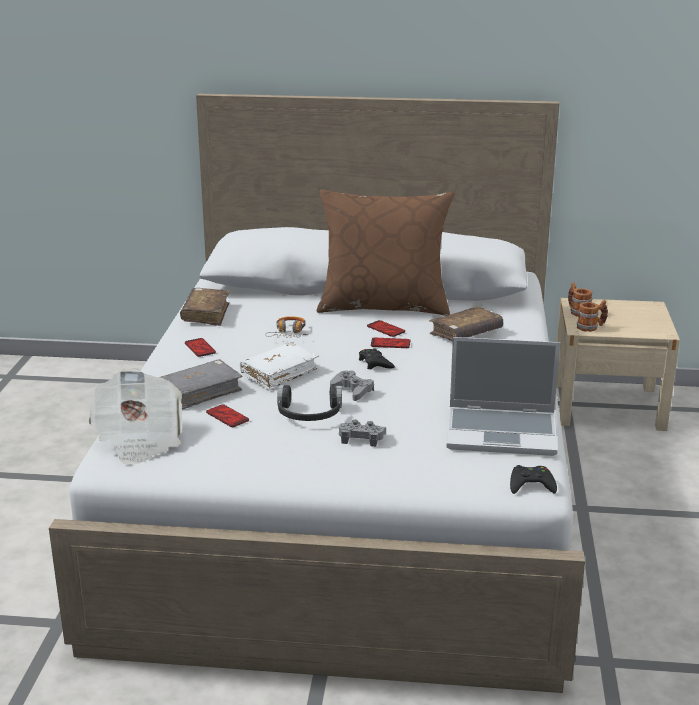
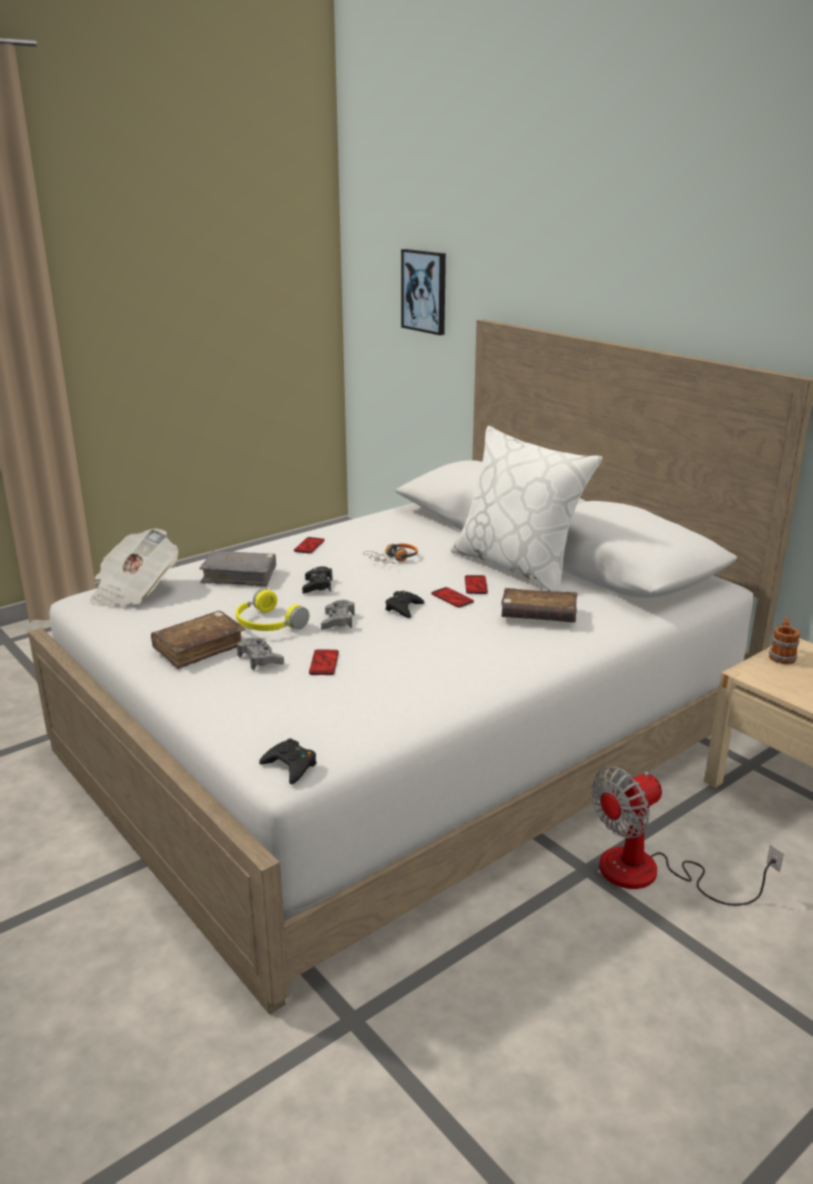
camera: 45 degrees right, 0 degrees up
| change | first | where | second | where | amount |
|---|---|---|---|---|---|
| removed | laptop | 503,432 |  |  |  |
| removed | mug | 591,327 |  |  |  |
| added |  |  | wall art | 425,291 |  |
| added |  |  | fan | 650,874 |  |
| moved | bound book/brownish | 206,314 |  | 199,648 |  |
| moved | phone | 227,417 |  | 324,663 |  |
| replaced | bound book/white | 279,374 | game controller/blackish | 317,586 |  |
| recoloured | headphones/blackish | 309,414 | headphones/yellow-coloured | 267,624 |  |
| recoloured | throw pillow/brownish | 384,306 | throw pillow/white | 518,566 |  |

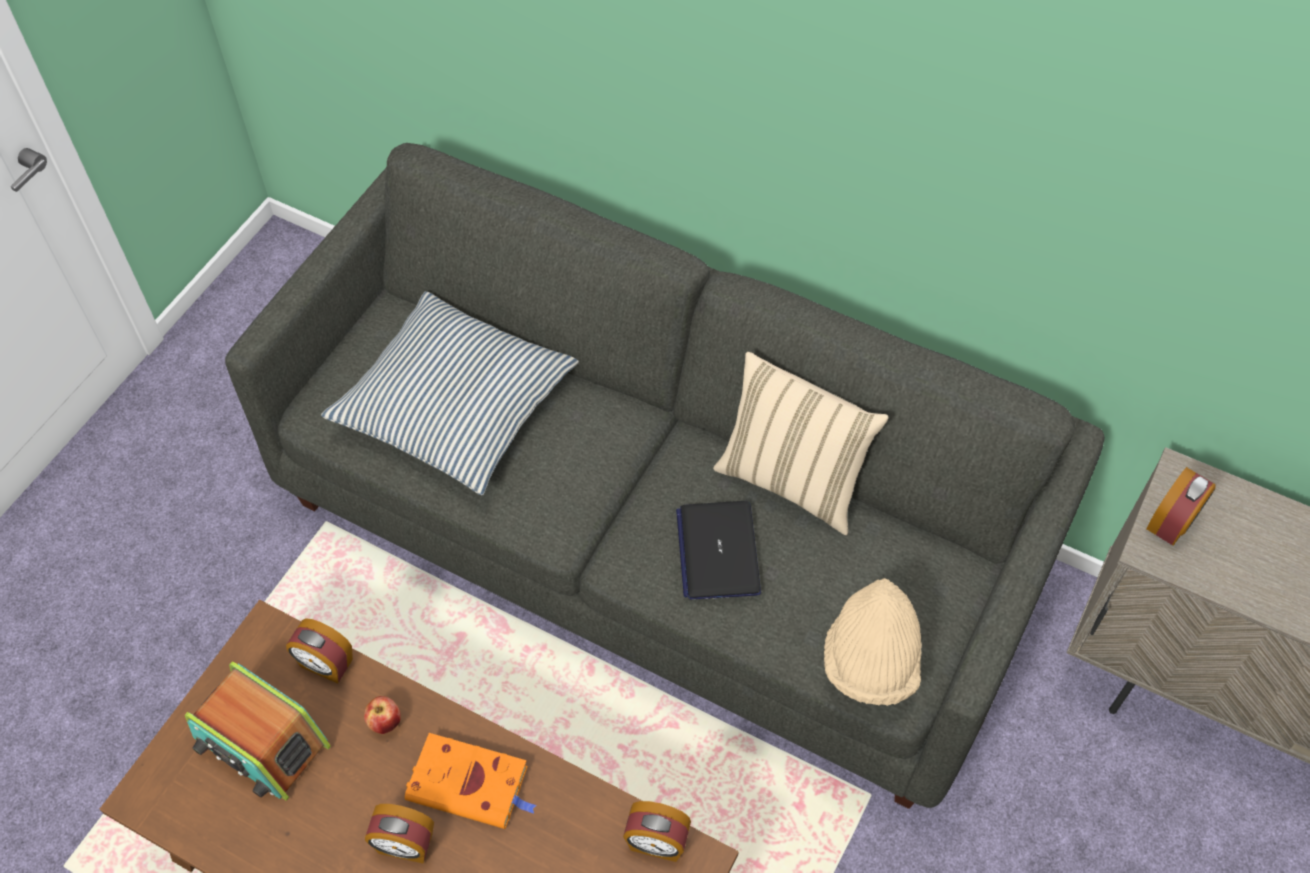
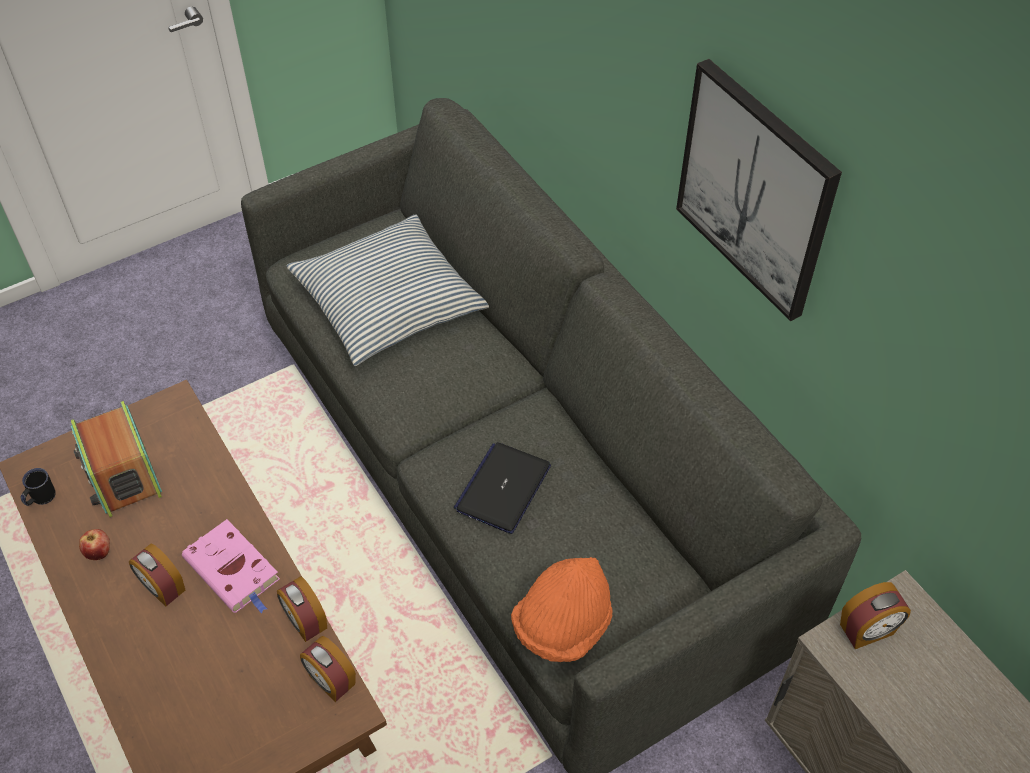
camera: 30 degrees right, 5 degrees down
| change | first | where | second | where | amount |
|---|---|---|---|---|---|
| removed | throw pillow/sand-coloured | 792,481 |  |  |  |
| added |  |  | mug/blackish | 40,498 |  |
| added |  |  | wall art | 756,189 |  |
| moved | alarm clock | 325,664 |  | 305,621 |  |
| moved | apple fruit | 385,722 |  | 99,553 |  |
| recoloured | bound book/orange-coloured | 471,784 | bound book/pink | 234,571 |  |
| recoloured | clothing hat/sand-coloured | 870,661 | clothing hat/orange-coloured | 562,625 |  |

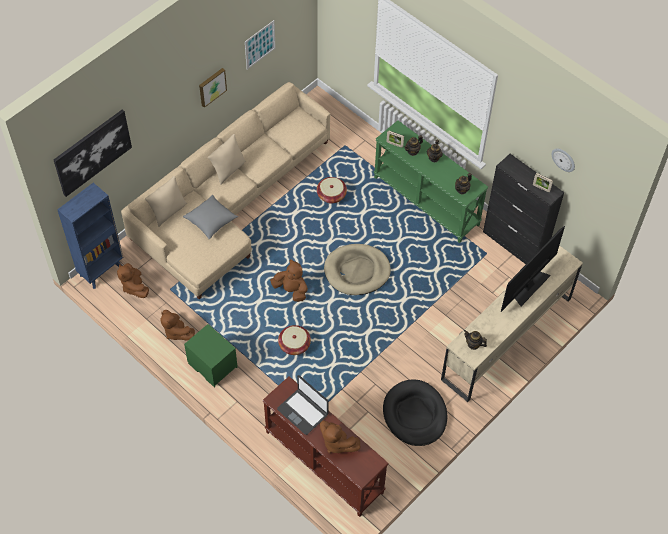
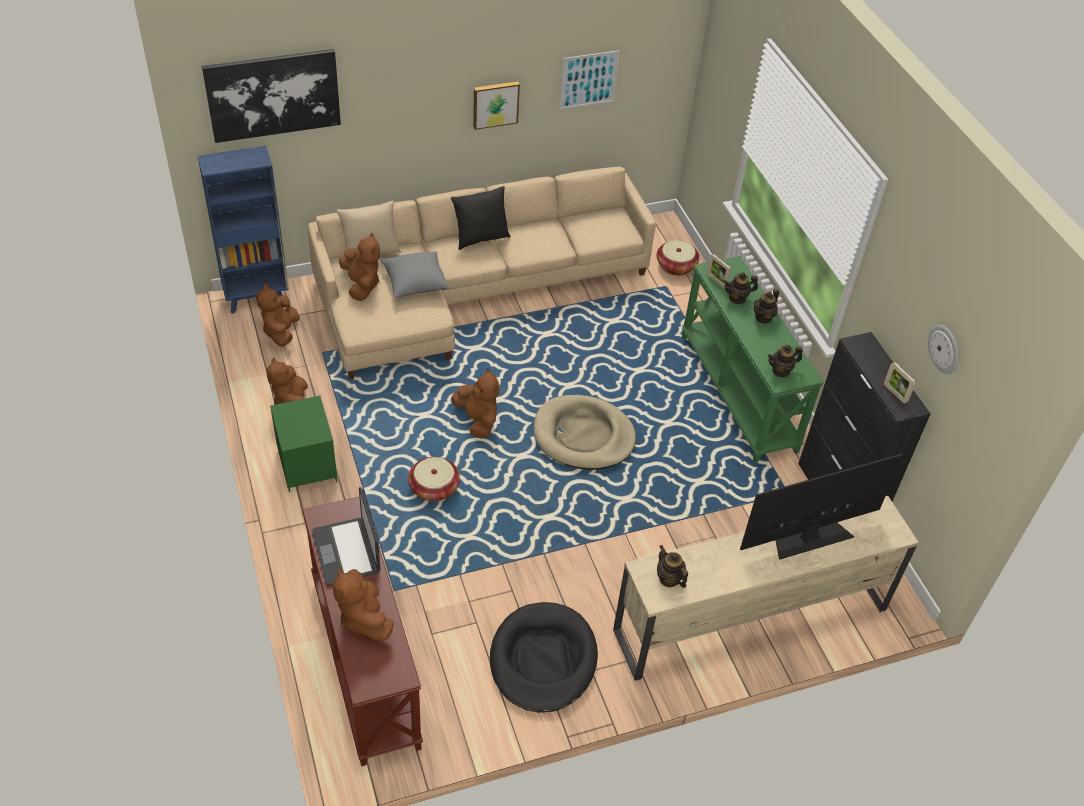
camera: 25 degrees right, 10 degrees down
| change | first | where | second | where | amount |
|---|---|---|---|---|---|
| added |  |  | soft toy/brownish | 361,285 |  |
| moved | basket | 331,195 |  | 676,266 |  |
| recoloured | throw pillow/sand-coloured | 228,170 | throw pillow/blackish | 480,238 |  |

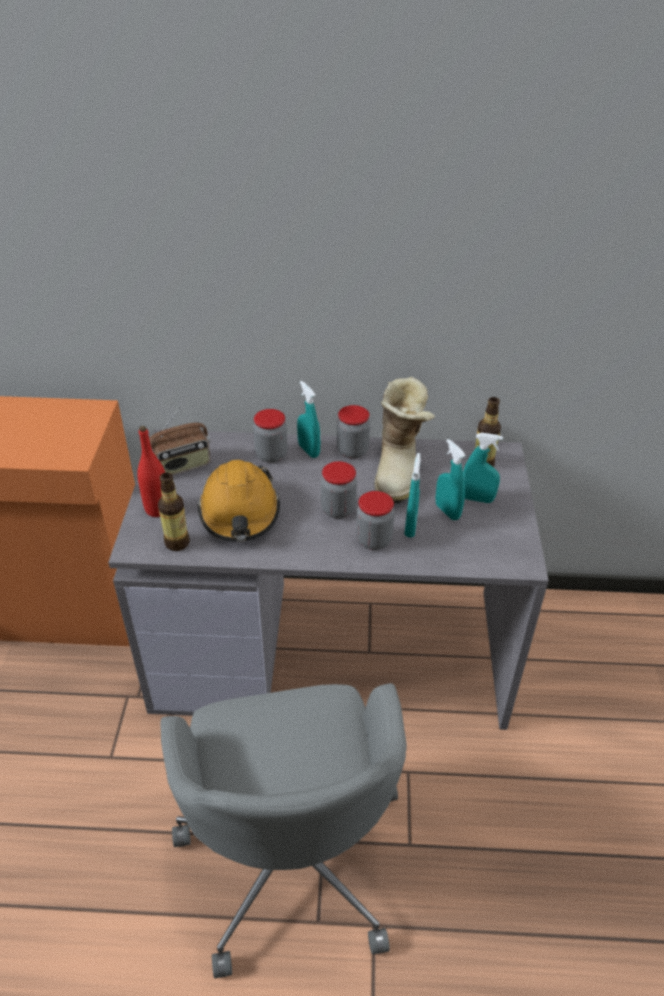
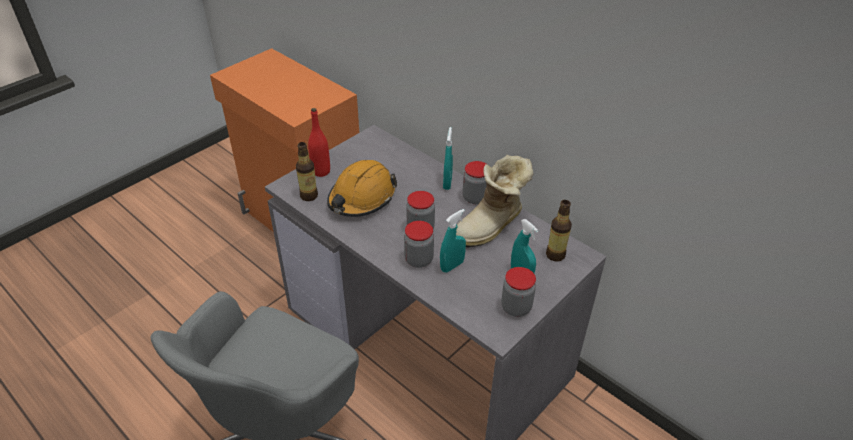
camera: 40 degrees right, 0 degrees up
| change | first | where | second | where | amount |
|---|---|---|---|---|---|
| removed | radio | 182,465 |  |  |  |
| removed | spray bottle/turquoise-coloured | 447,511 |  |  |  |
| moved | jar | 271,455 |  | 516,307 |  |

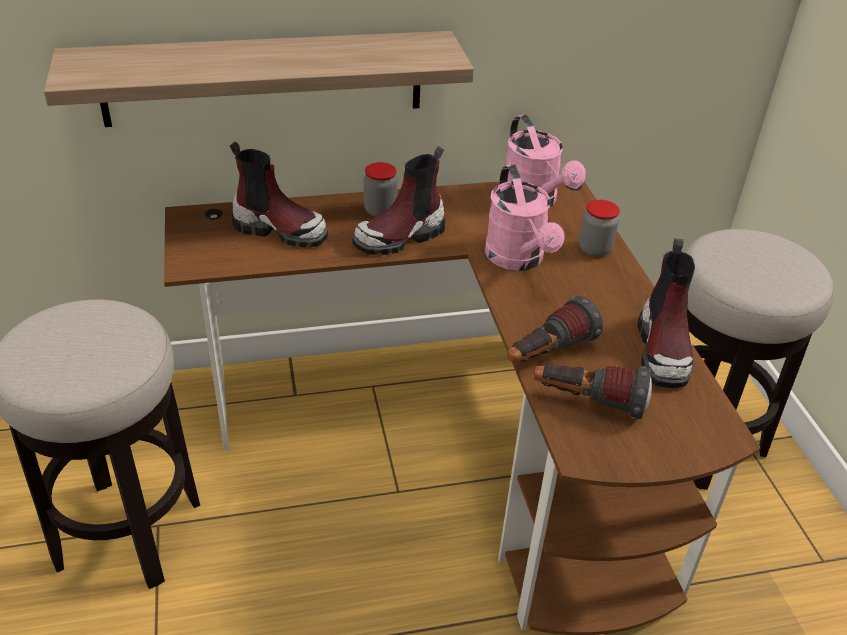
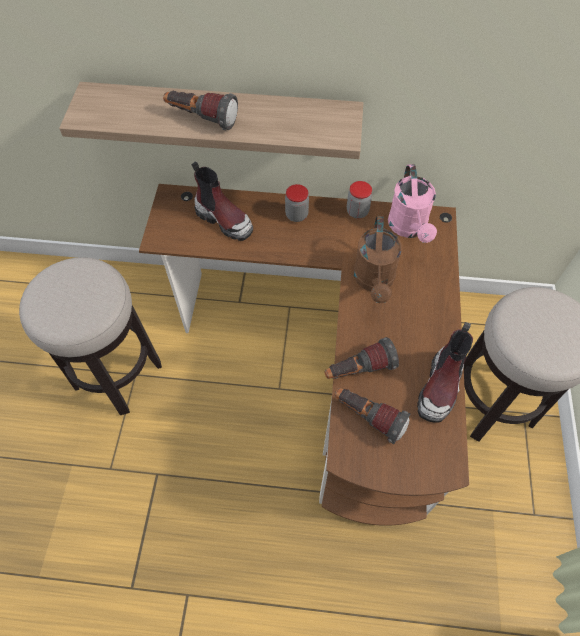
camera: 20 degrees right, 20 degrees up
| change | first | where | second | where | amount |
|---|---|---|---|---|---|
| removed | tall boot | 400,237 |  |  |  |
| added |  |  | hand torch | 201,119 |  |
| moved | jar | 595,249 |  | 357,211 |  |
| recoloured | sprinkling can/pink | 518,260 | sprinkling can/brownish | 374,281 |  |

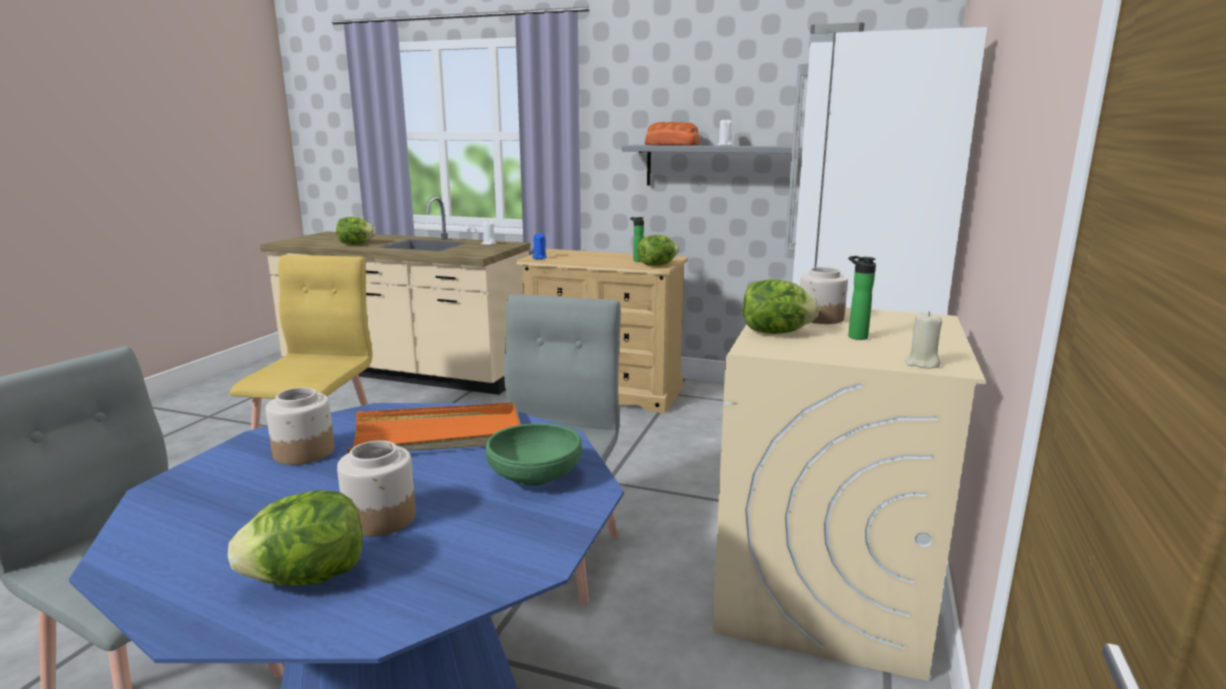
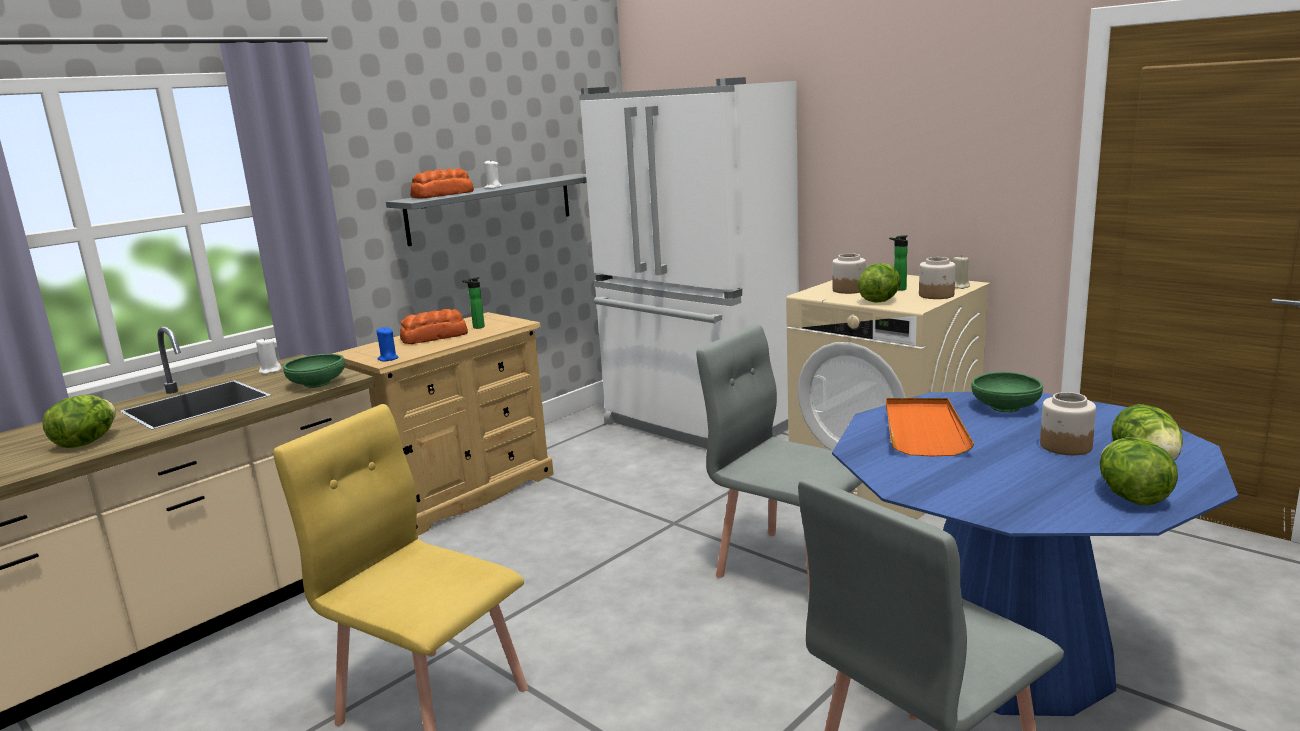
camera: 65 degrees left, 0 degrees up
| change | first | where | second | where | amount |
|---|---|---|---|---|---|
| added |  |  | deep dish/greenish | 317,384 |  |
| added |  |  | baked bread | 435,337 |  |
| moved | jar | 303,453 |  | 936,295 |  |
| moved | head of lettuce | 657,265 |  | 1132,497 |  |

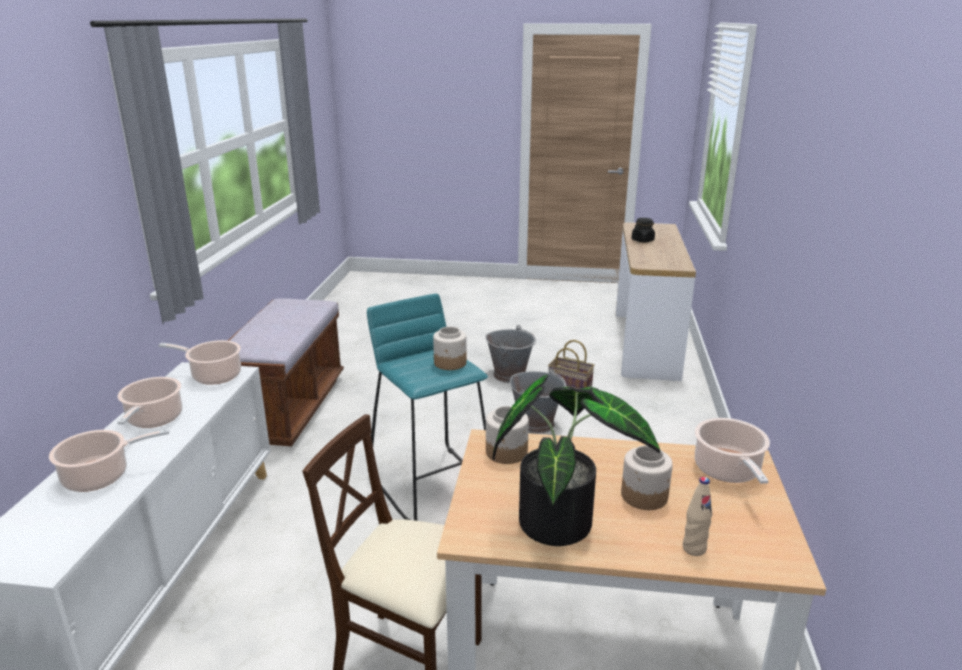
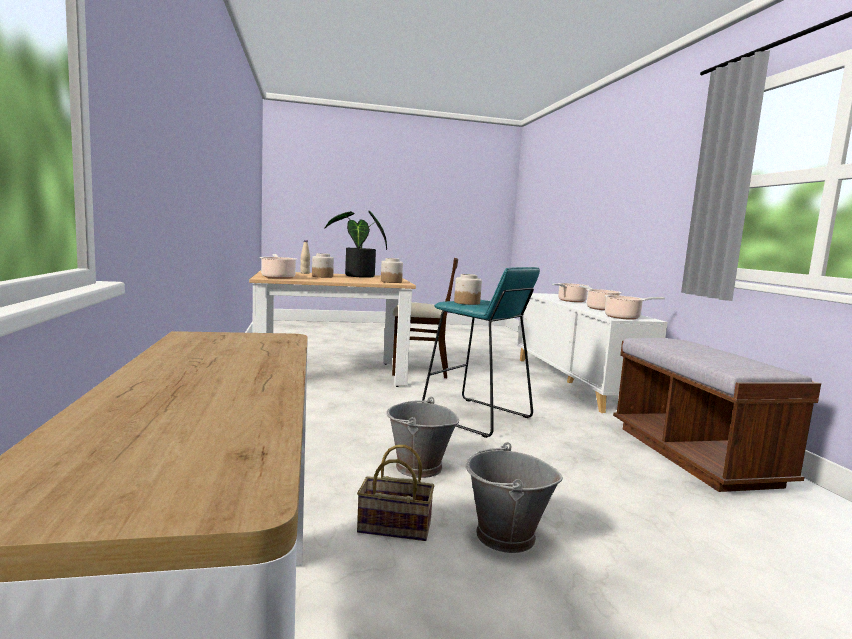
camera: 160 degrees right, 15 degrees down
| change | first | where | second | where | amount |
|---|---|---|---|---|---|
| removed | jar/blackish | 642,240 |  |  |  |

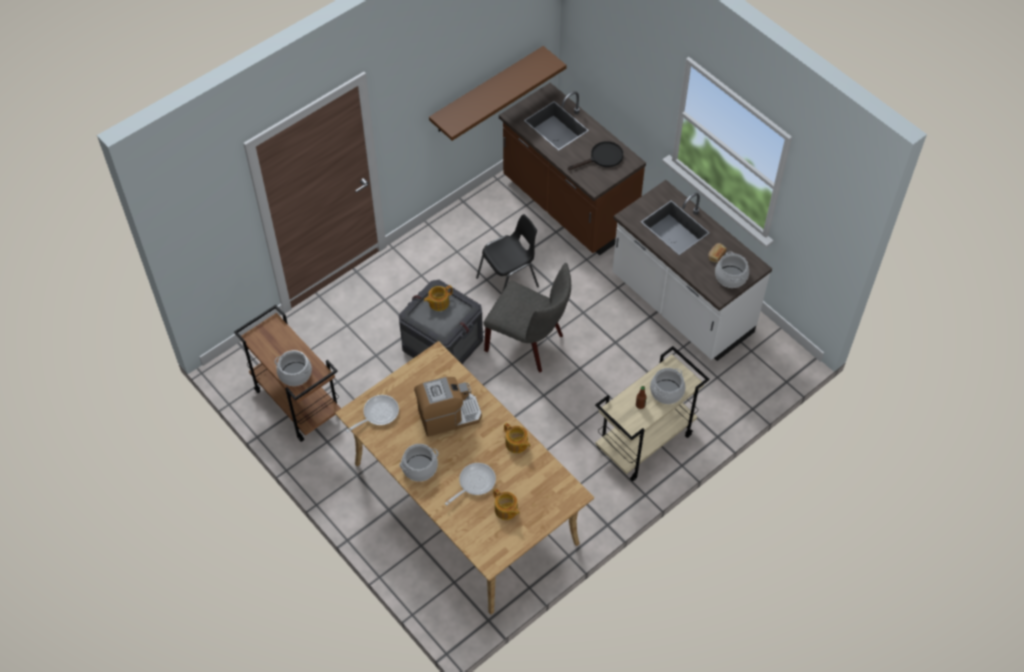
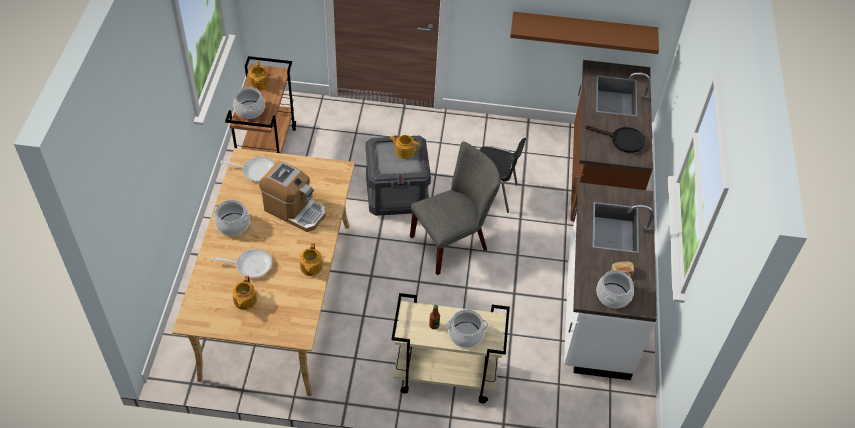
camera: 45 degrees right, 5 degrees down
| change | first | where | second | where | amount |
|---|---|---|---|---|---|
| added |  |  | tea pot | 259,83 |  |
| turned | chair/greyish | 529,343 |  | 453,241 | 105 degrees counterclockwise |

